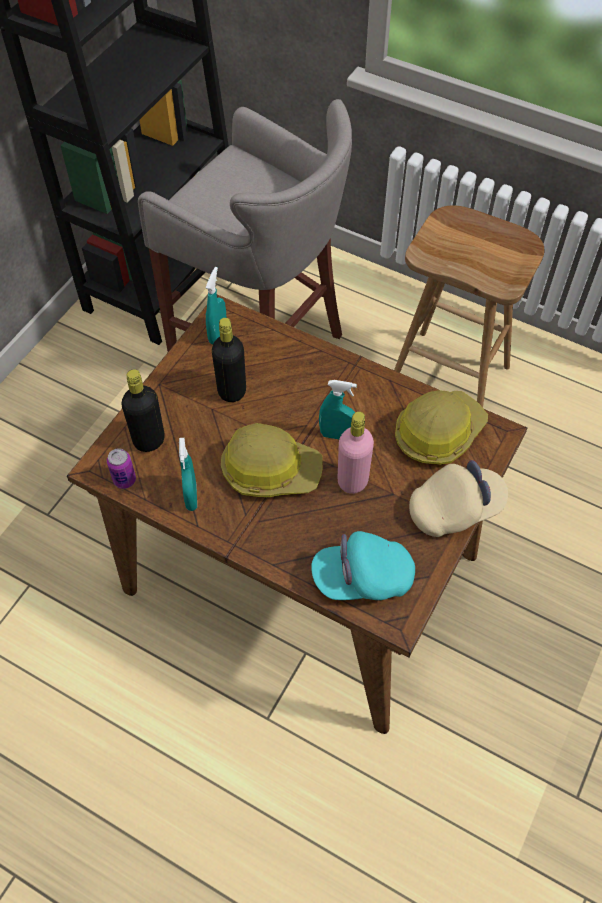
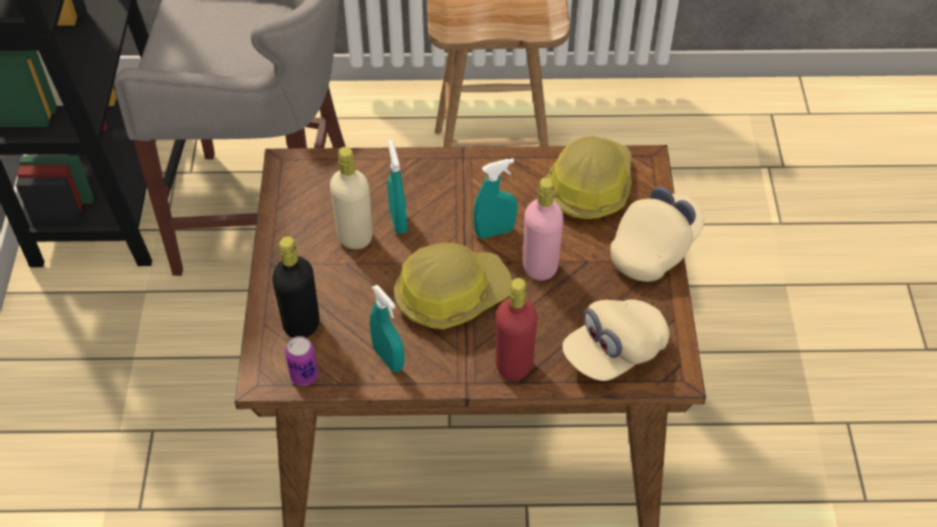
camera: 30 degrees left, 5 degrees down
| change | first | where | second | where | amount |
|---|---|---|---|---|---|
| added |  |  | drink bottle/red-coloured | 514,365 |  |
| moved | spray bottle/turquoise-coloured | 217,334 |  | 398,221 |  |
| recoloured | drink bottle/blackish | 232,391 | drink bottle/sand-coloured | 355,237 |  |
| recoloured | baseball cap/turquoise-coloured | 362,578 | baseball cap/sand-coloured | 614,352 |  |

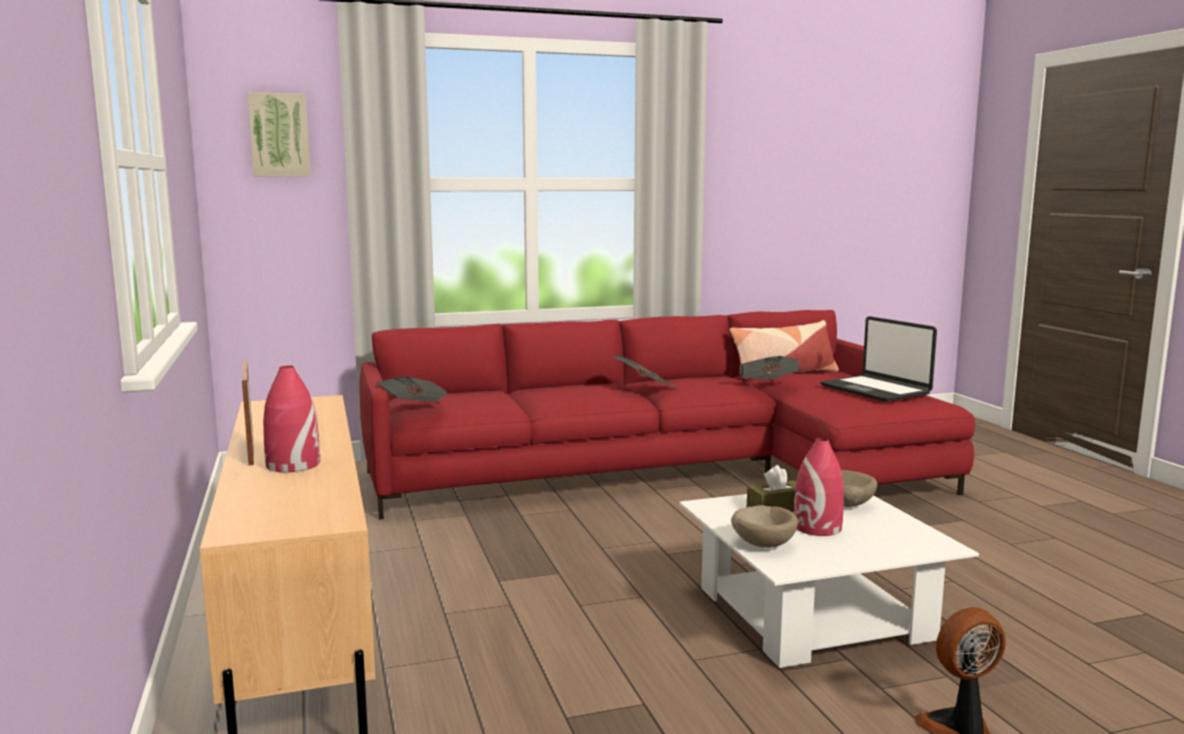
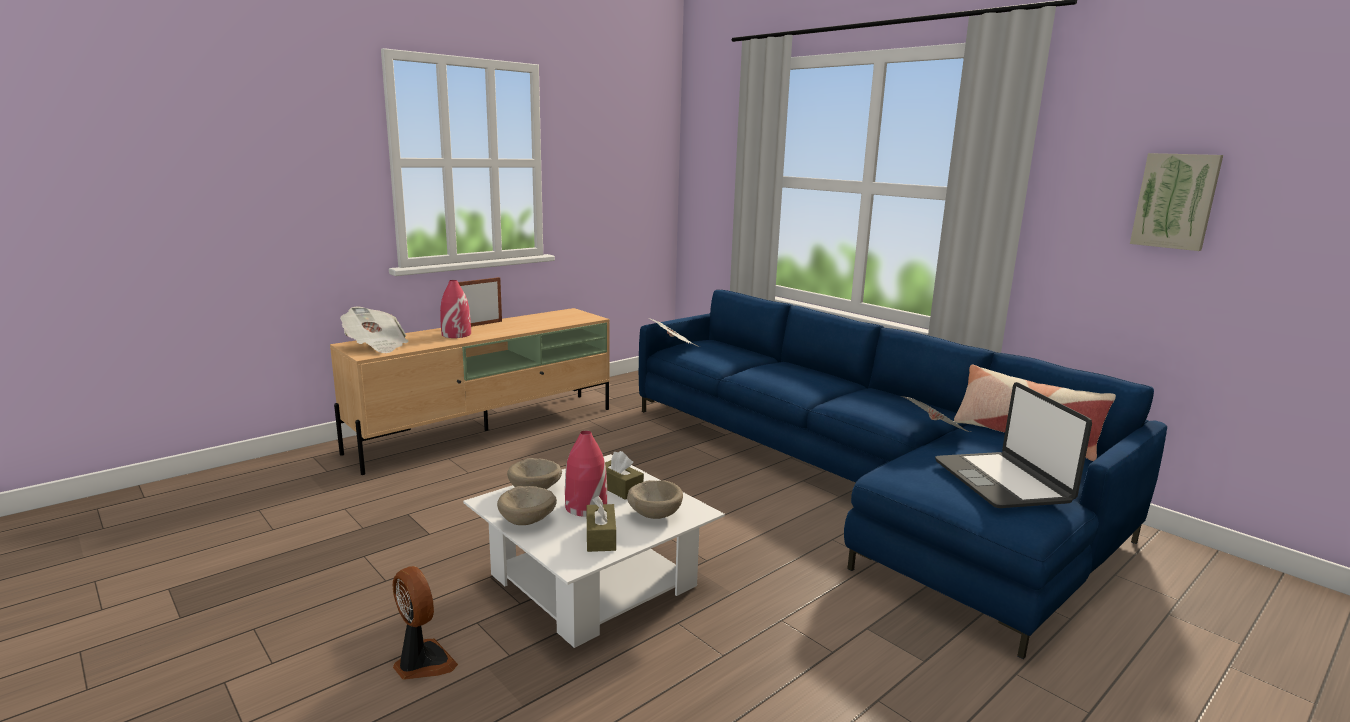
camera: 65 degrees right, 5 degrees up
| change | first | where | second | where | amount |
|---|---|---|---|---|---|
| added |  |  | deep dish/sand-coloured | 528,521 |  |
| added |  |  | box of tissues/brownish | 601,537 |  |
| moved | wall art | 279,135 |  | 1175,201 |  |
| moved | daily paper | 645,388 |  | 376,346 |  |
| recoloured | couch/red-coloured | 672,472 | couch/blue | 857,481 |  |
| turned | laptop | 876,390 |  | 1002,481 | 45 degrees counterclockwise |

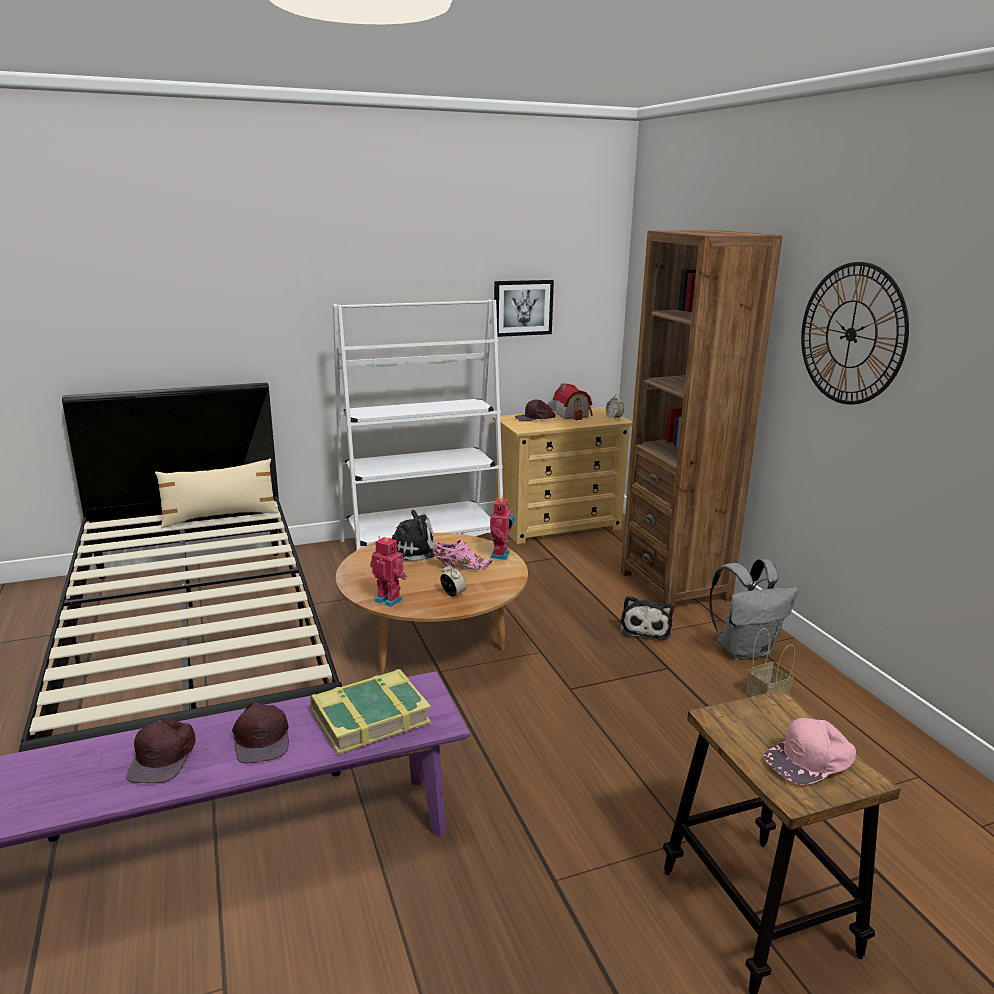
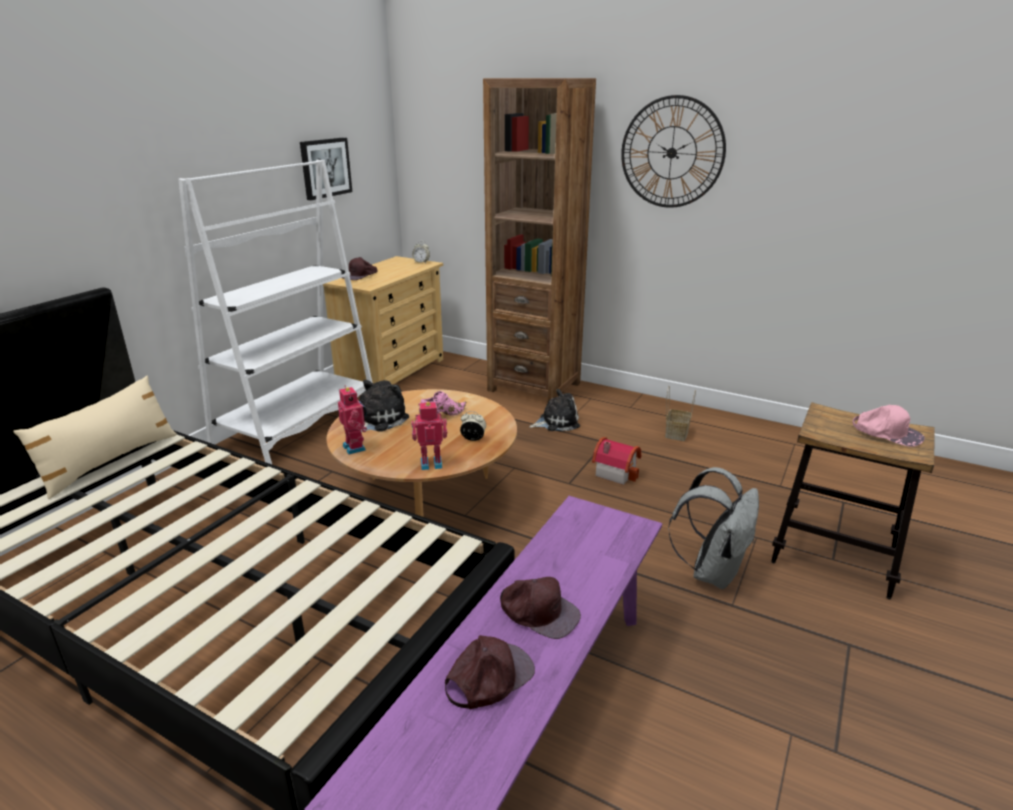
camera: 40 degrees left, 5 degrees up
| change | first | where | second | where | amount |
|---|---|---|---|---|---|
| removed | bound book | 370,717 |  |  |  |
| moved | toy robot | 501,555 |  | 356,447 |  |
| moved | miniature house | 573,414 |  | 615,472 |  |
| moved | backpack/greyish | 745,650 |  | 712,571 |  |
| turned | baseball cap/brownish | 164,756 |  | 488,677 | 90 degrees counterclockwise |
| turned | soft toy | 645,628 |  | 556,422 | 75 degrees counterclockwise |
| turned | baseball cap/pink | 811,760 |  | 887,432 | 75 degrees counterclockwise |

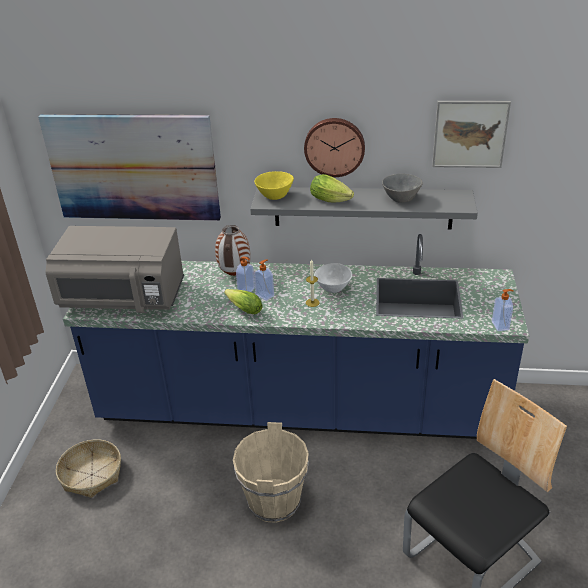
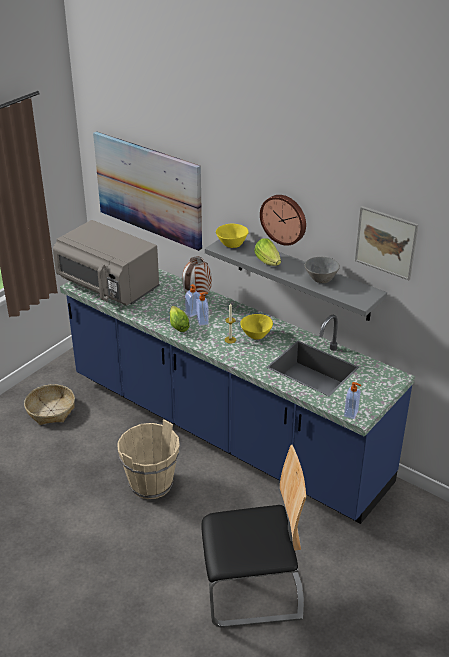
camera: 30 degrees right, 0 degrees up
| change | first | where | second | where | amount |
|---|---|---|---|---|---|
| recoloured | deep dish/white | 332,288 | deep dish/yellow-coloured | 255,335 |  |

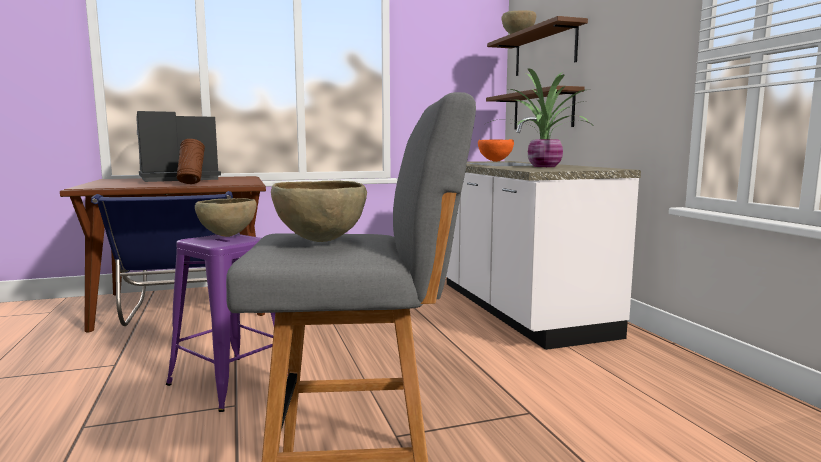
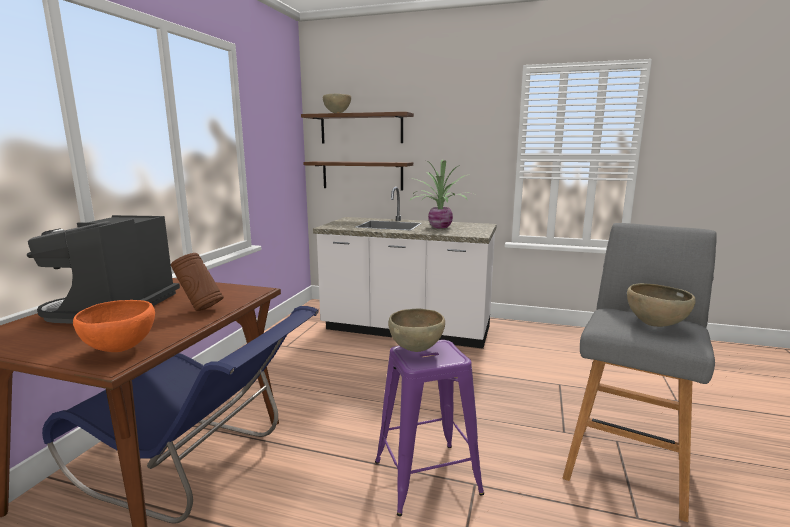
camera: 55 degrees left, 5 degrees up
| change | first | where | second | where | amount |
|---|---|---|---|---|---|
| moved | deep dish/orange-coloured | 495,161 |  | 120,349 |  |

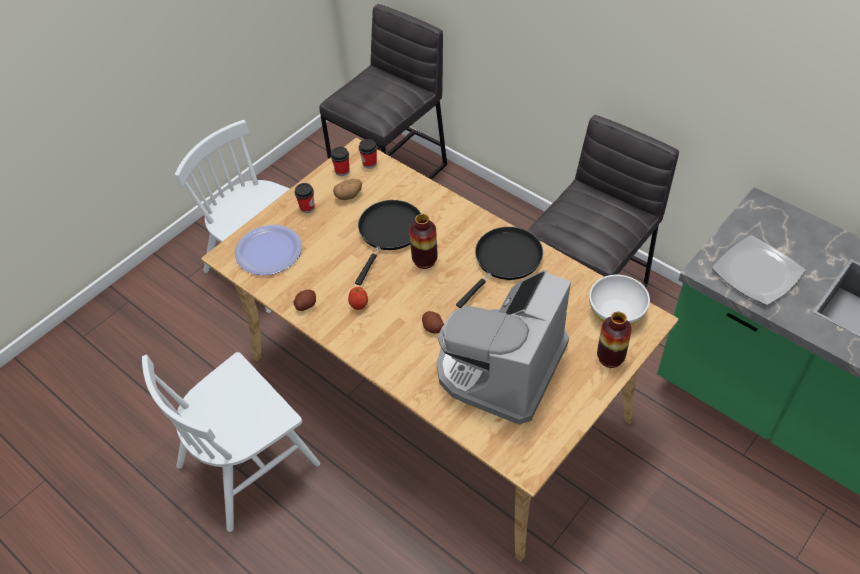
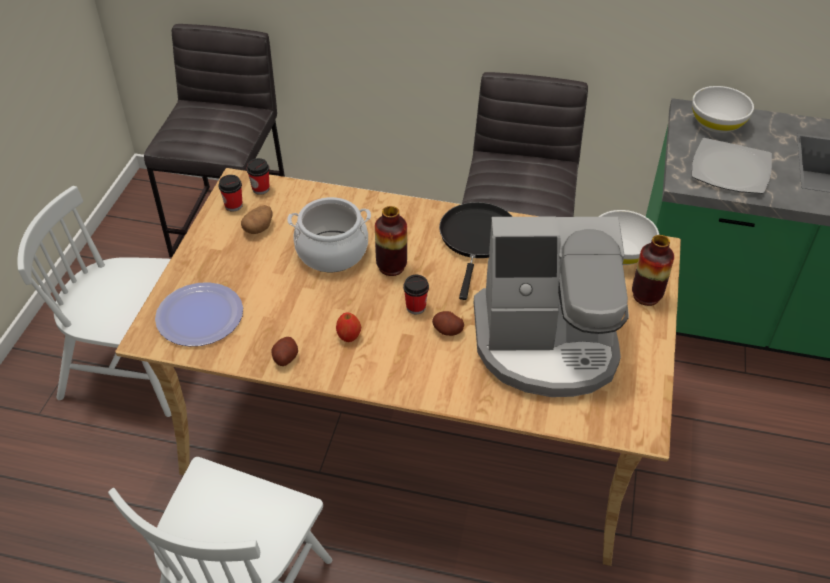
camera: 30 degrees left, 5 degrees down
| change | first | where | second | where | amount |
|---|---|---|---|---|---|
| added |  |  | deep dish/white | 716,123 |  |
| moved | cup | 307,207 |  | 416,307 |  |
| replaced | pan/blackish | 389,233 | cooking pot | 332,251 |  |
| turned | coffee machine | 500,367 |  | 546,344 | 90 degrees counterclockwise |

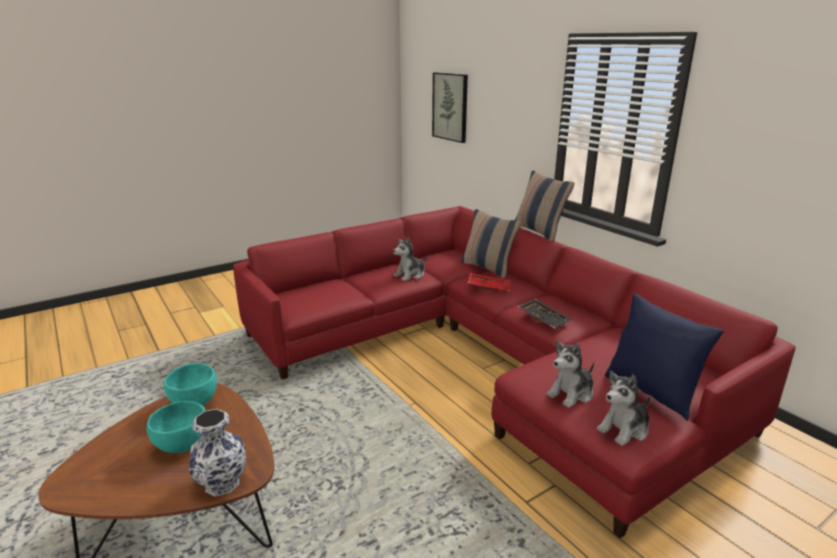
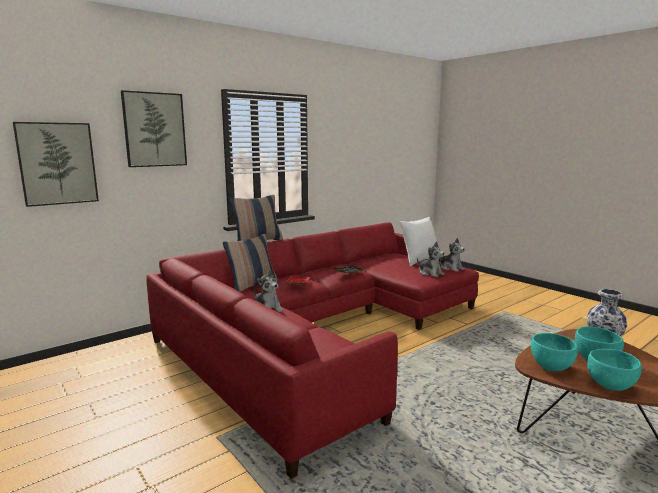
camera: 95 degrees left, 10 degrees down
| change | first | where | second | where | amount |
|---|---|---|---|---|---|
| added |  |  | wall art | 154,130 |  |
| added |  |  | deep dish/turquoise-coloured | 610,385 |  |
| recoloured | throw pillow/blue | 651,392 | throw pillow/white | 419,261 |  |

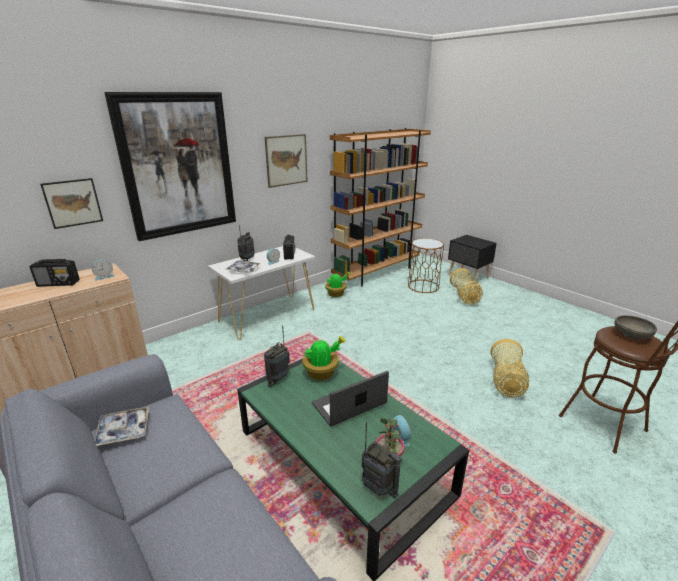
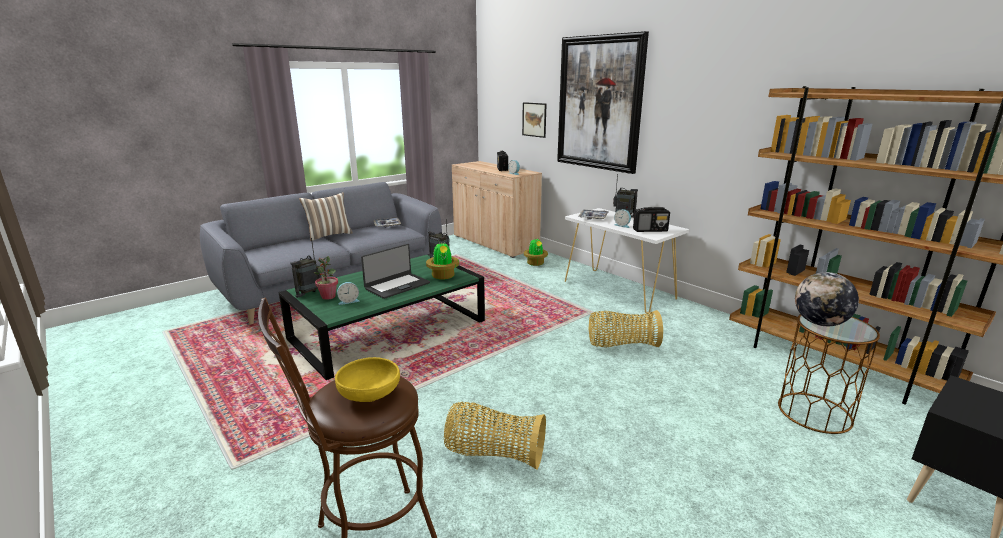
camera: 90 degrees right, 5 degrees down
| change | first | where | second | where | amount |
|---|---|---|---|---|---|
| removed | wall art | 286,160 |  |  |  |
| added |  |  | throw pillow | 329,235 |  |
| added |  |  | globe | 820,323 |  |
| moved | plant in a pot | 336,294 |  | 535,263 |  |
| moved | basket | 464,297 |  | 621,345 |  |
| recoloured | deep dish/greyish | 631,335 | deep dish/yellow-coloured | 369,394 |  |
| turned | laptop | 349,404 |  | 397,286 | 75 degrees clockwise |

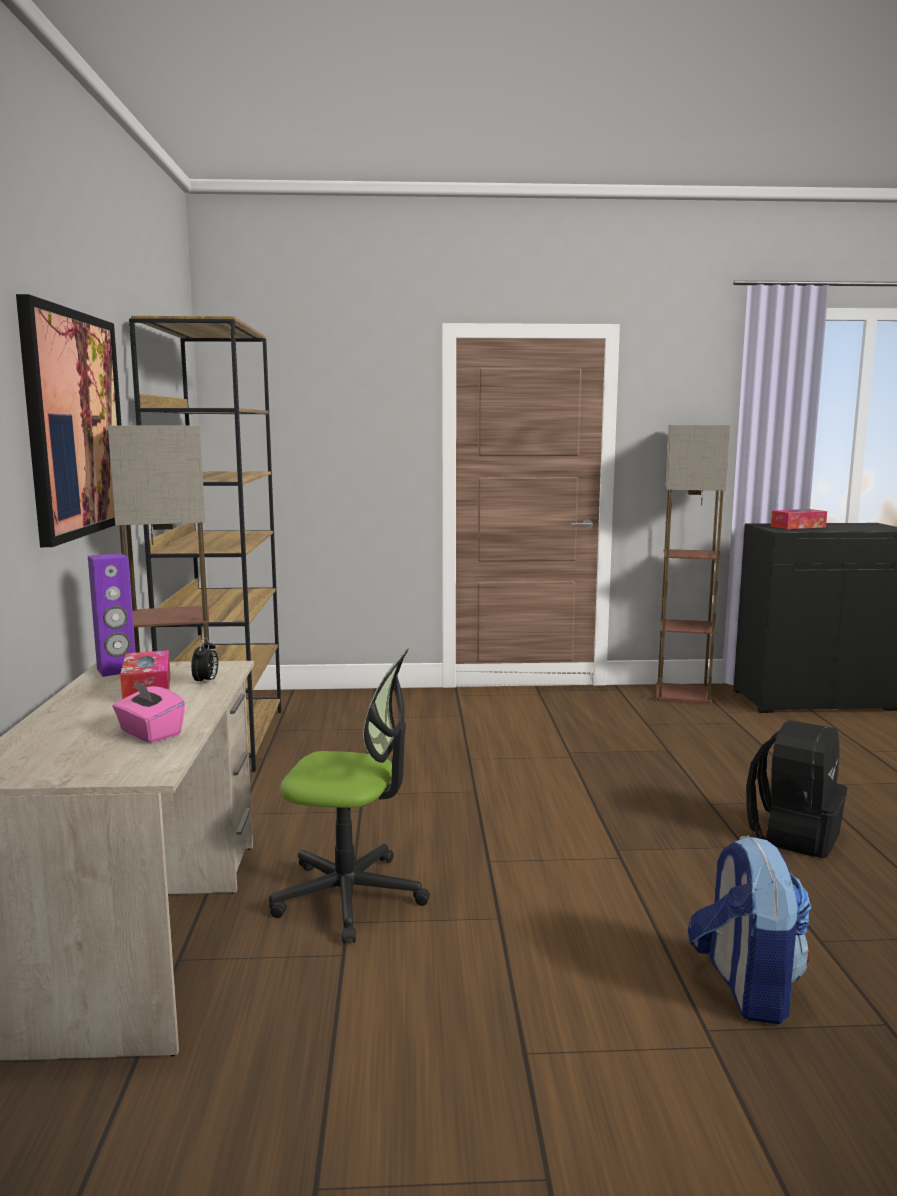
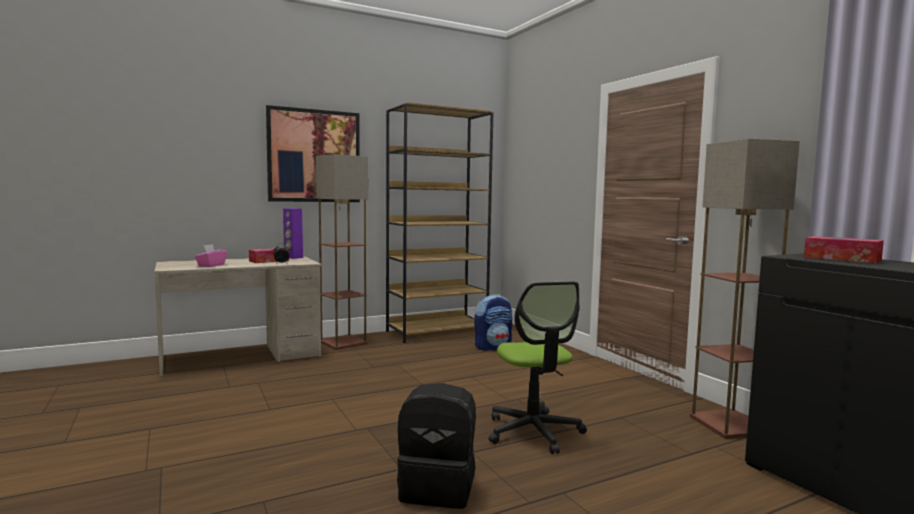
camera: 65 degrees right, 5 degrees down
| change | first | where | second | where | amount |
|---|---|---|---|---|---|
| moved | office chair | 350,896 |  | 533,431 |  |
| moved | backpack | 745,988 |  | 493,347 |  |

